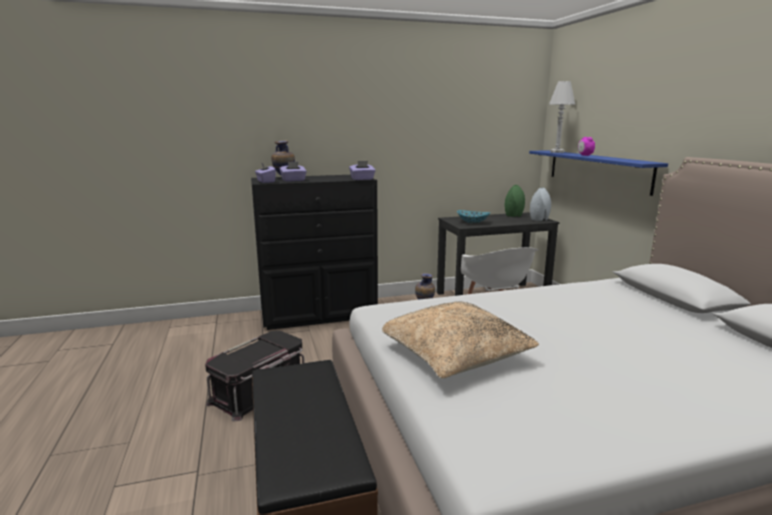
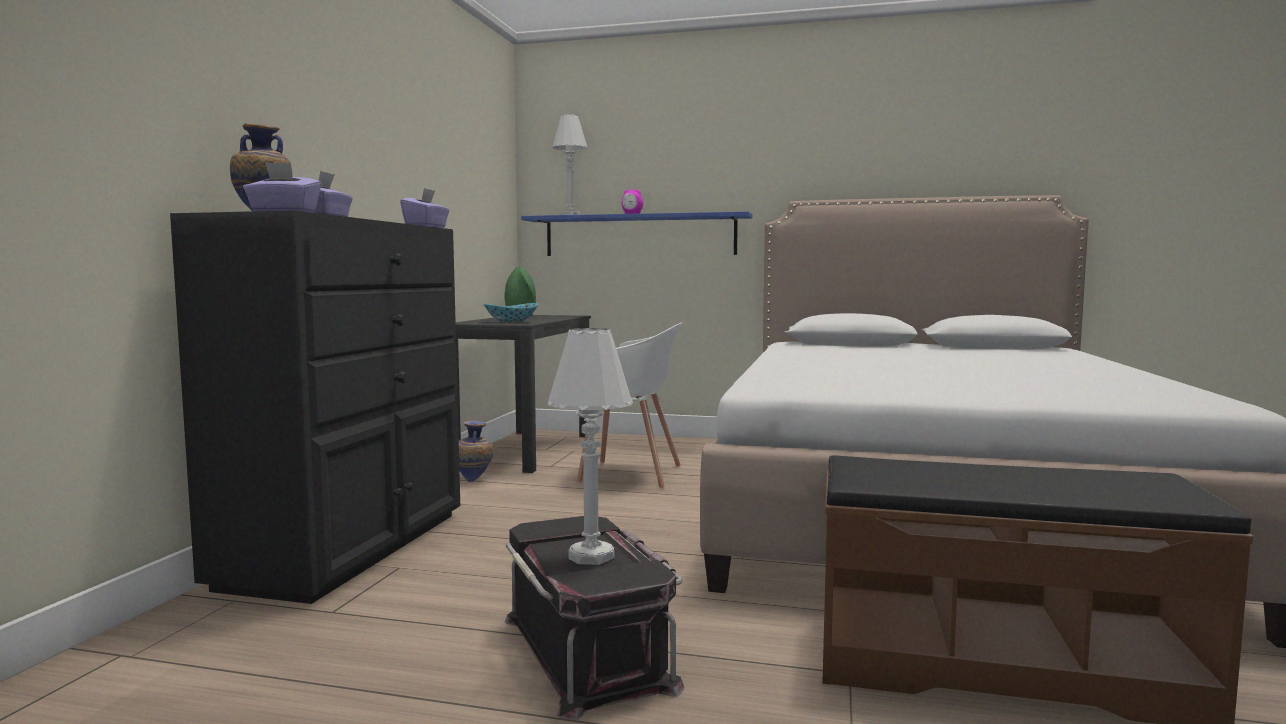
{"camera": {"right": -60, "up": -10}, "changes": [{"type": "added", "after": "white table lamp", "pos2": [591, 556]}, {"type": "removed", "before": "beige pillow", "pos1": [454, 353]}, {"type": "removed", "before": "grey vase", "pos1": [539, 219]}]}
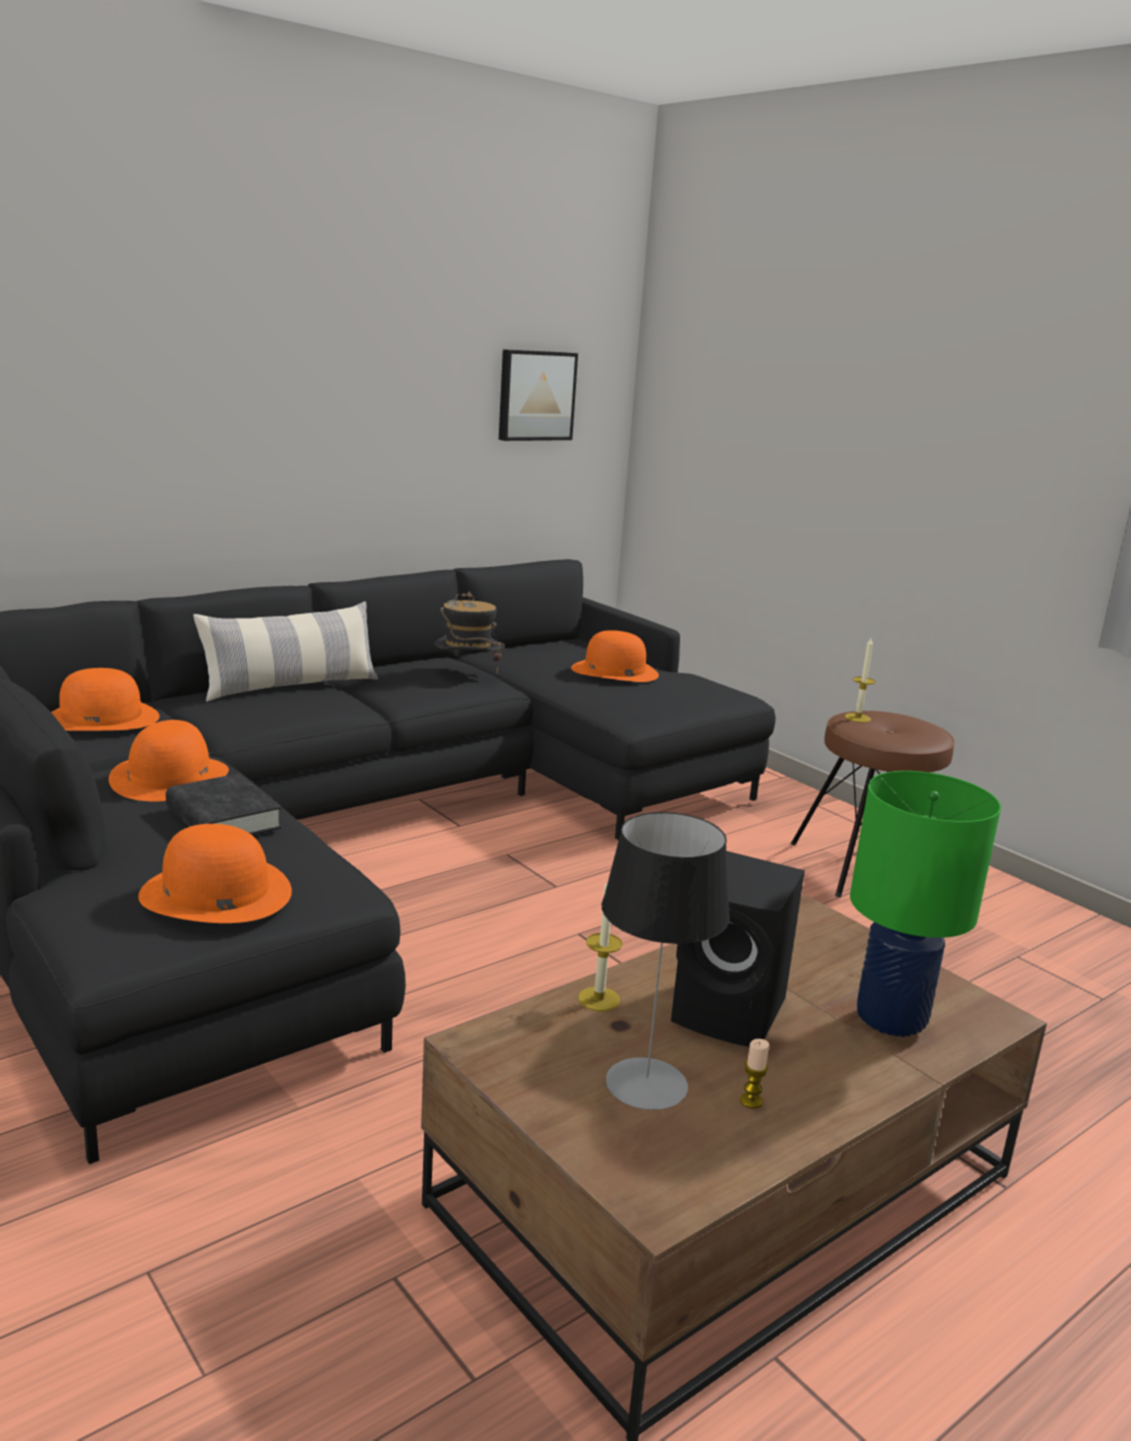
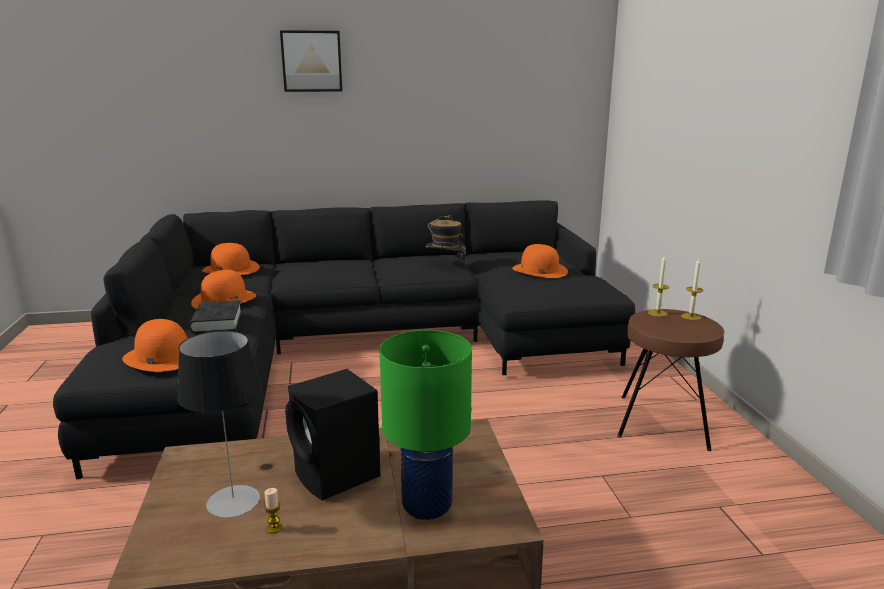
{"camera": {"right": 30, "up": 0}, "changes": [{"type": "moved", "before": "picture", "pos1": [535, 395], "pos2": [311, 61]}, {"type": "moved", "before": "candle", "pos1": [599, 999], "pos2": [691, 316]}, {"type": "removed", "before": "pillow", "pos1": [290, 687]}]}
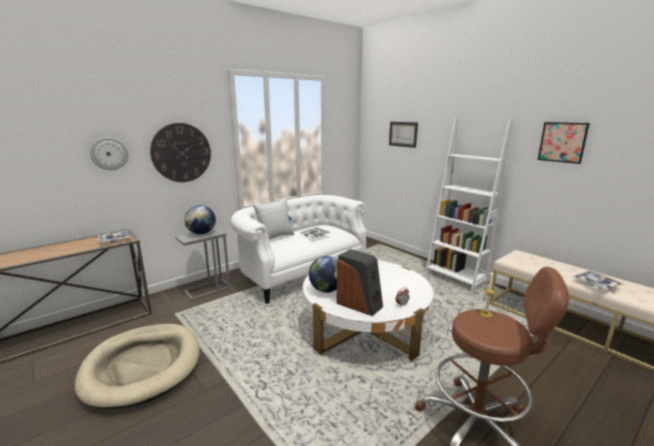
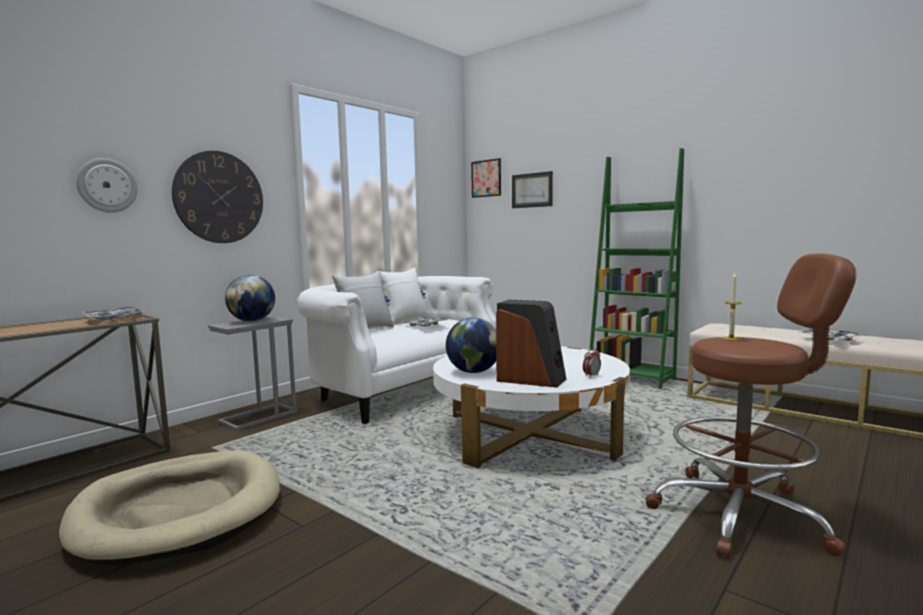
{"camera": {"right": -10, "up": -10}, "changes": [{"type": "added", "after": "white pillow", "pos2": [404, 321]}, {"type": "moved", "before": "picture", "pos1": [562, 142], "pos2": [486, 178]}, {"type": "recoloured", "before": "white bookcase", "after": "green bookcase", "pos1": [455, 277], "pos2": [631, 377]}]}
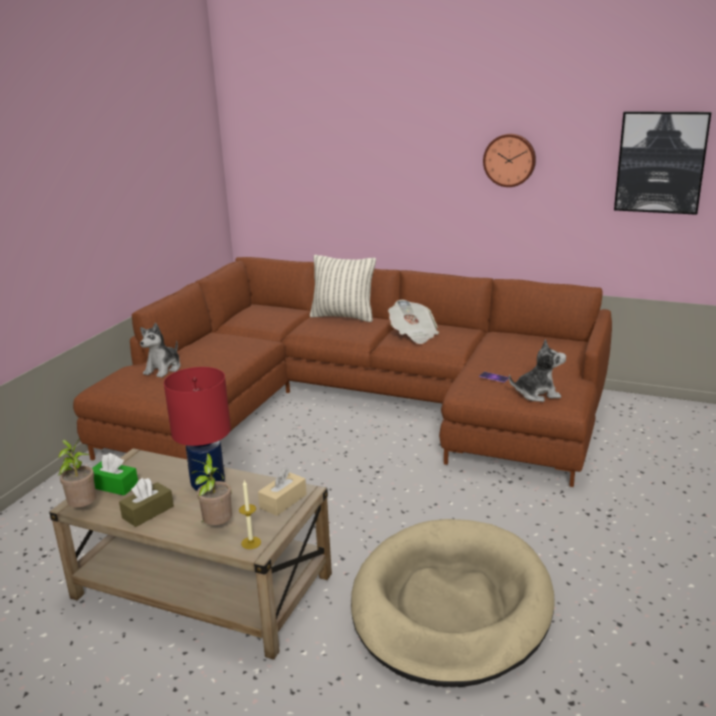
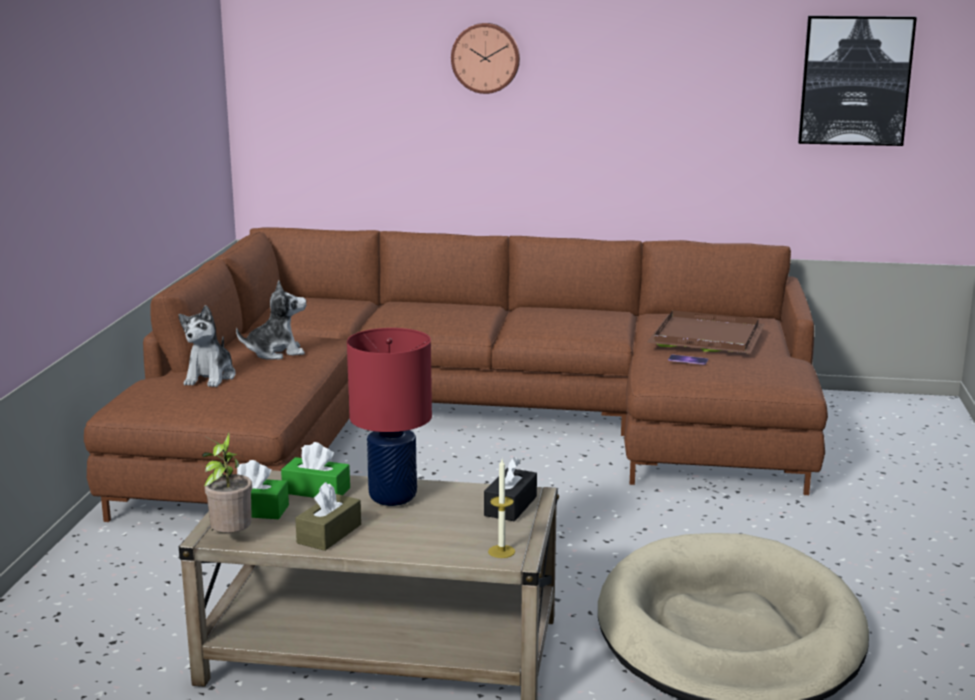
{"camera": {"right": -15, "up": -5}, "changes": [{"type": "moved", "before": "plush toy", "pos1": [537, 394], "pos2": [276, 352]}, {"type": "added", "after": "green tissue box", "pos2": [316, 490]}, {"type": "moved", "before": "wall clock", "pos1": [509, 160], "pos2": [486, 58]}, {"type": "recoloured", "before": "beige tissue box", "after": "black tissue box", "pos1": [283, 501], "pos2": [510, 506]}, {"type": "added", "after": "brown tray", "pos2": [709, 337]}, {"type": "removed", "before": "potted plant", "pos1": [217, 526]}, {"type": "removed", "before": "pillow", "pos1": [343, 316]}, {"type": "removed", "before": "newspaper", "pos1": [413, 334]}]}
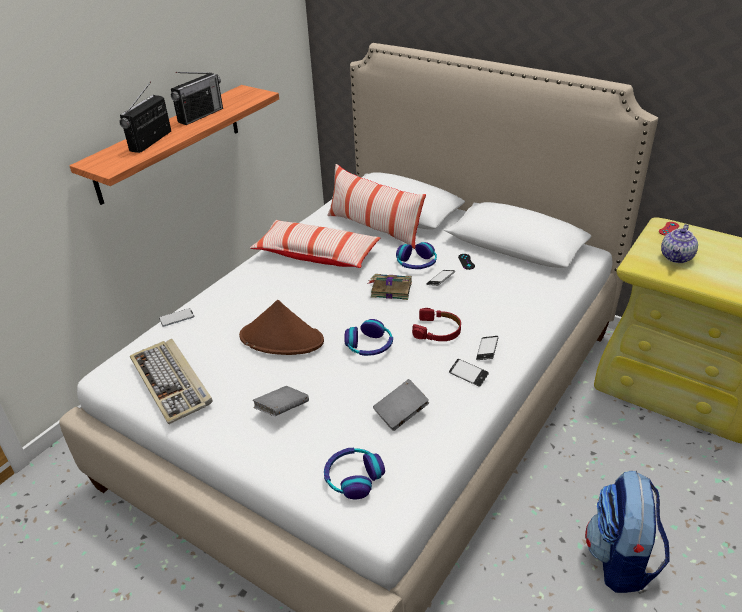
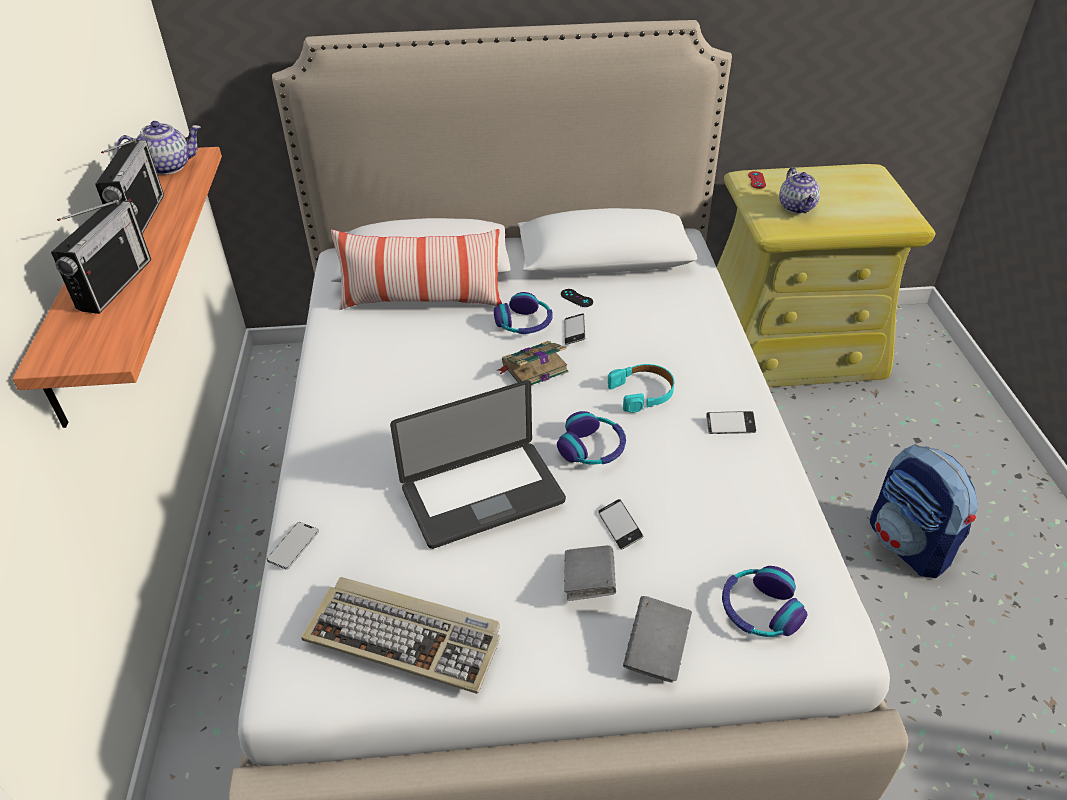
{"camera": {"right": -40, "up": 5}, "changes": [{"type": "turned", "before": "radio", "pos1": [151, 141], "pos2": [115, 284], "turn": -150}, {"type": "added", "after": "teapot", "pos2": [168, 166]}, {"type": "replaced", "before": "brown hat", "after": "laptop", "pos1": [282, 339], "pos2": [483, 495]}, {"type": "moved", "before": "phone", "pos1": [487, 350], "pos2": [620, 527]}, {"type": "recoloured", "before": "red headphones", "after": "turquoise headphones", "pos1": [437, 331], "pos2": [642, 392]}, {"type": "moved", "before": "grey book", "pos1": [401, 414], "pos2": [656, 650]}, {"type": "removed", "before": "pillow", "pos1": [316, 254]}]}
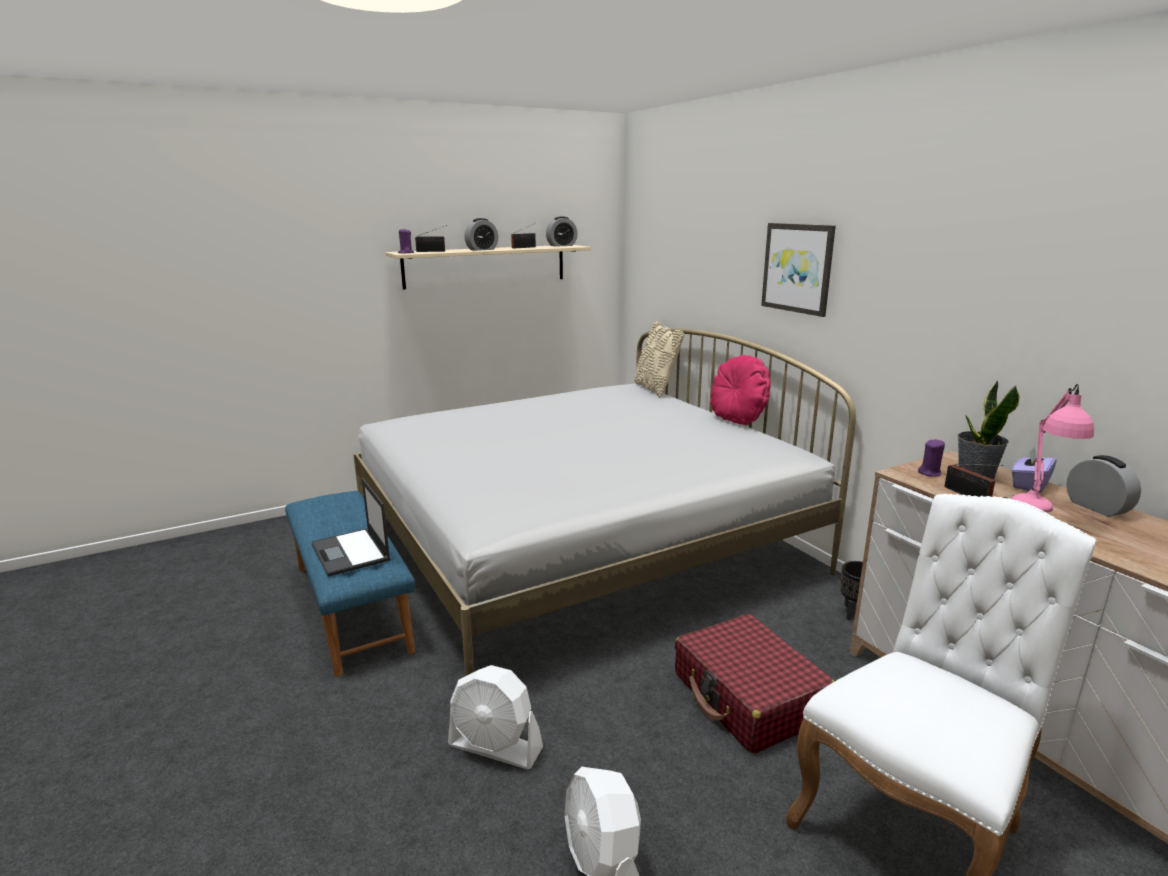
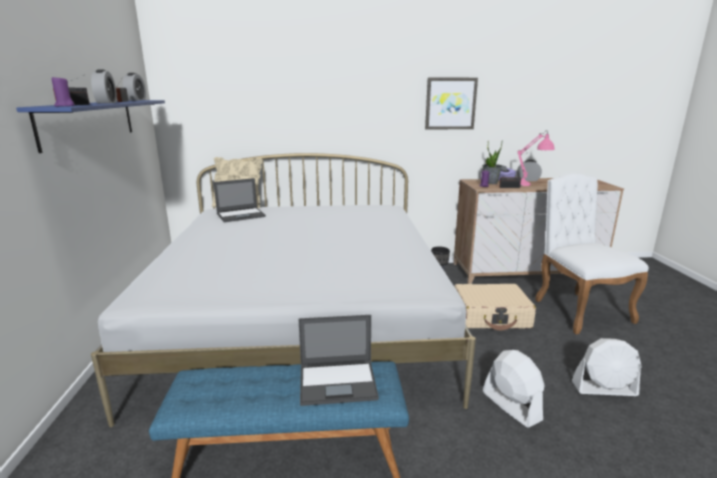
{"camera": {"right": -65, "up": 0}, "changes": [{"type": "recoloured", "before": "beige shelf", "after": "blue shelf", "pos1": [486, 266], "pos2": [90, 122]}, {"type": "added", "after": "laptop", "pos2": [241, 215]}, {"type": "moved", "before": "picture", "pos1": [798, 268], "pos2": [450, 103]}, {"type": "recoloured", "before": "red suitcase", "after": "beige suitcase", "pos1": [748, 697], "pos2": [491, 316]}, {"type": "turned", "before": "white fan", "pos1": [495, 747], "pos2": [511, 405], "turn": -75}, {"type": "removed", "before": "pink pillow", "pos1": [737, 420]}]}
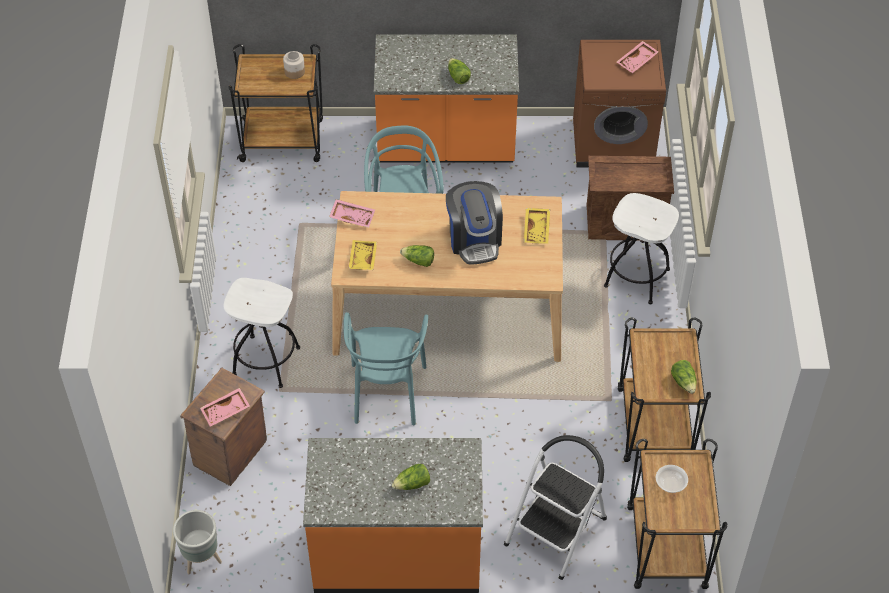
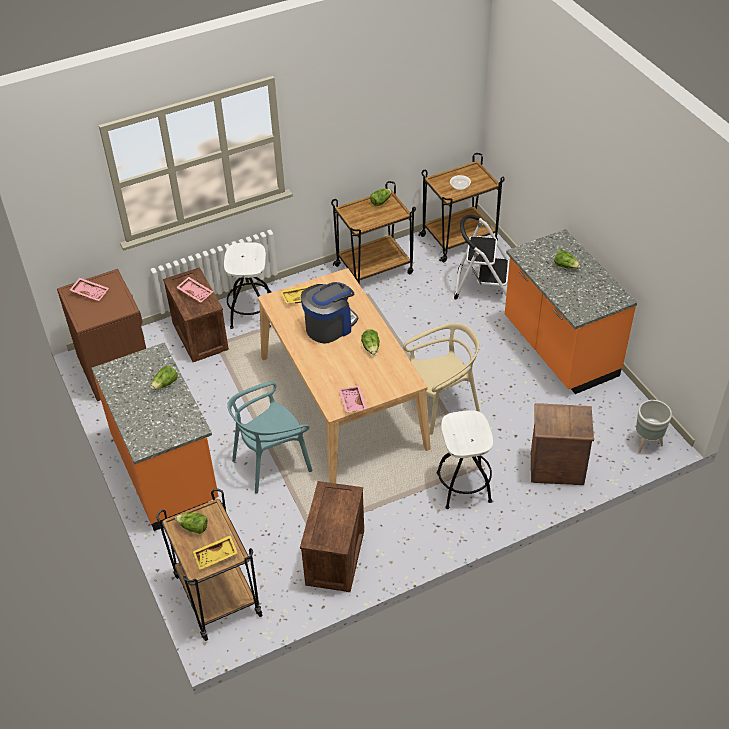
{"camera": {"right": -115, "up": -5}, "changes": [{"type": "replaced", "before": "jar", "after": "lettuce", "pos1": [294, 72], "pos2": [193, 527]}, {"type": "moved", "before": "pink tray", "pos1": [226, 411], "pos2": [195, 292]}, {"type": "moved", "before": "yellow tray", "pos1": [362, 259], "pos2": [216, 556]}, {"type": "added", "after": "crate", "pos2": [334, 557]}, {"type": "recoloured", "before": "turquoise chair", "after": "beige chair", "pos1": [387, 393], "pos2": [441, 405]}]}
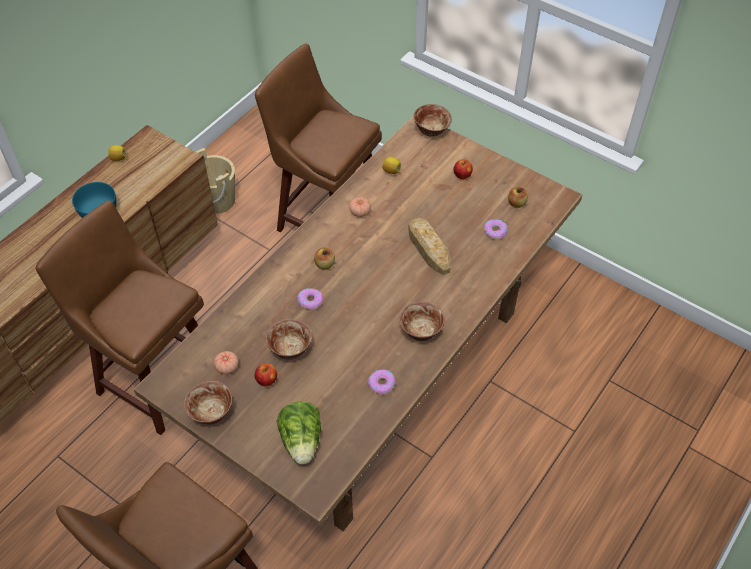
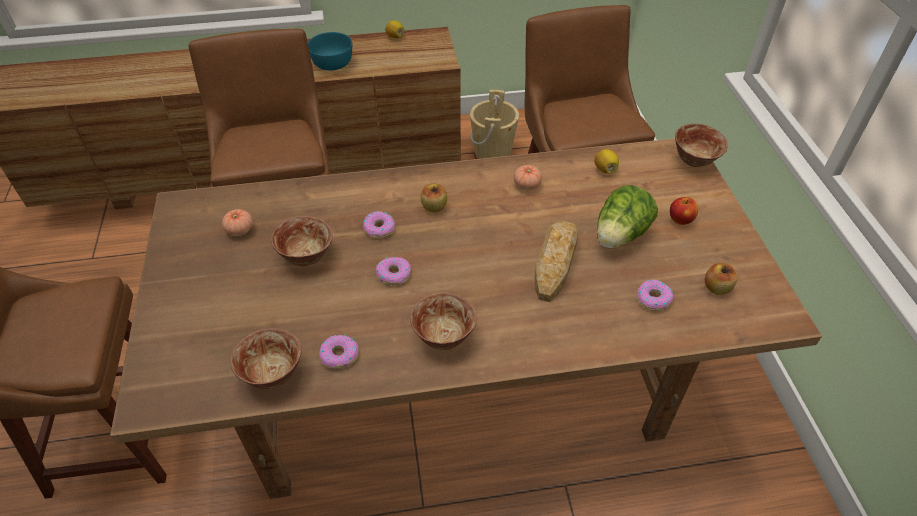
{"camera": {"right": 45, "up": -5}, "changes": [{"type": "moved", "before": "bowl", "pos1": [211, 413], "pos2": [272, 374]}, {"type": "added", "after": "donut", "pos2": [393, 274]}, {"type": "moved", "before": "lettuce", "pos1": [302, 441], "pos2": [620, 235]}, {"type": "removed", "before": "apple", "pos1": [267, 380]}]}
